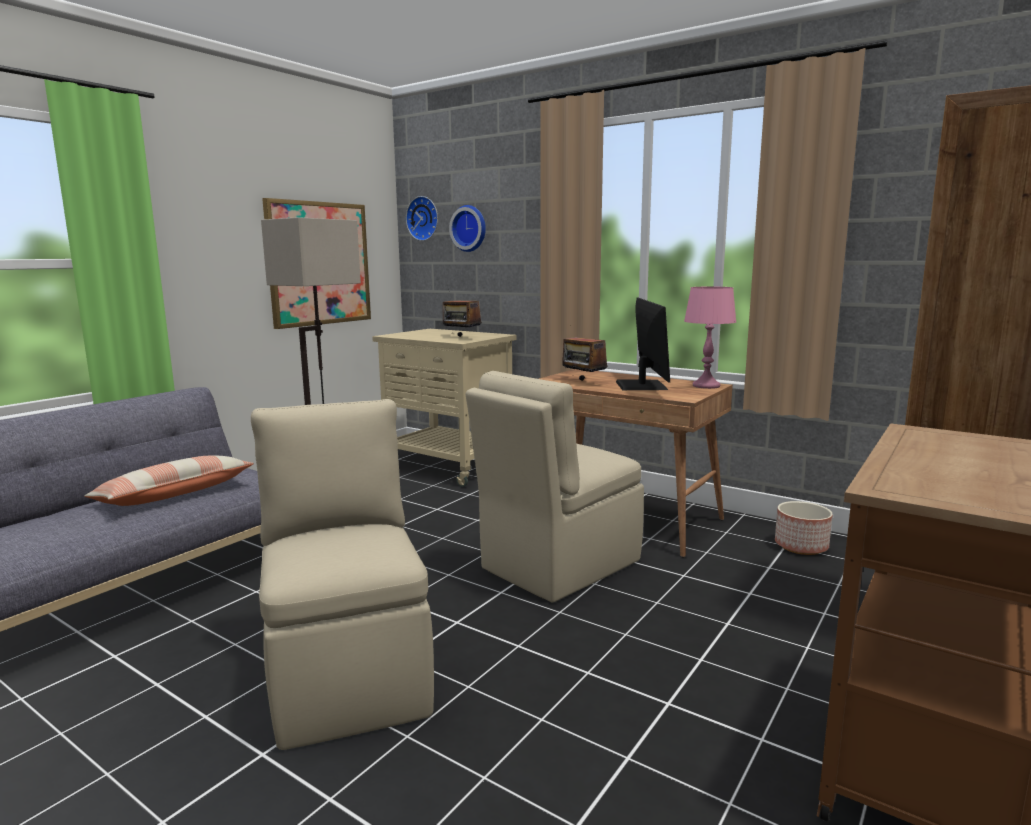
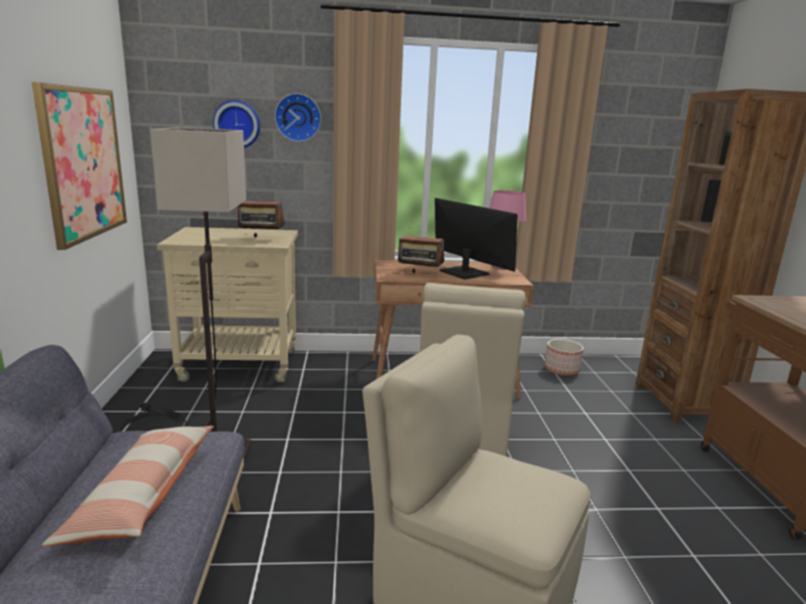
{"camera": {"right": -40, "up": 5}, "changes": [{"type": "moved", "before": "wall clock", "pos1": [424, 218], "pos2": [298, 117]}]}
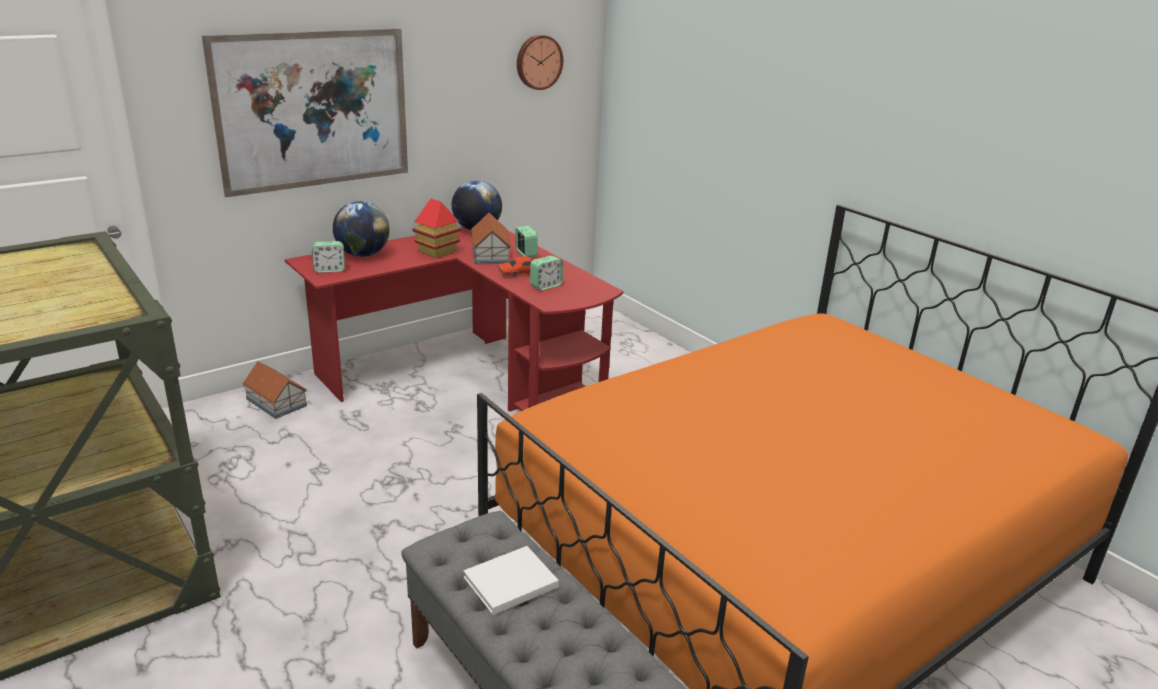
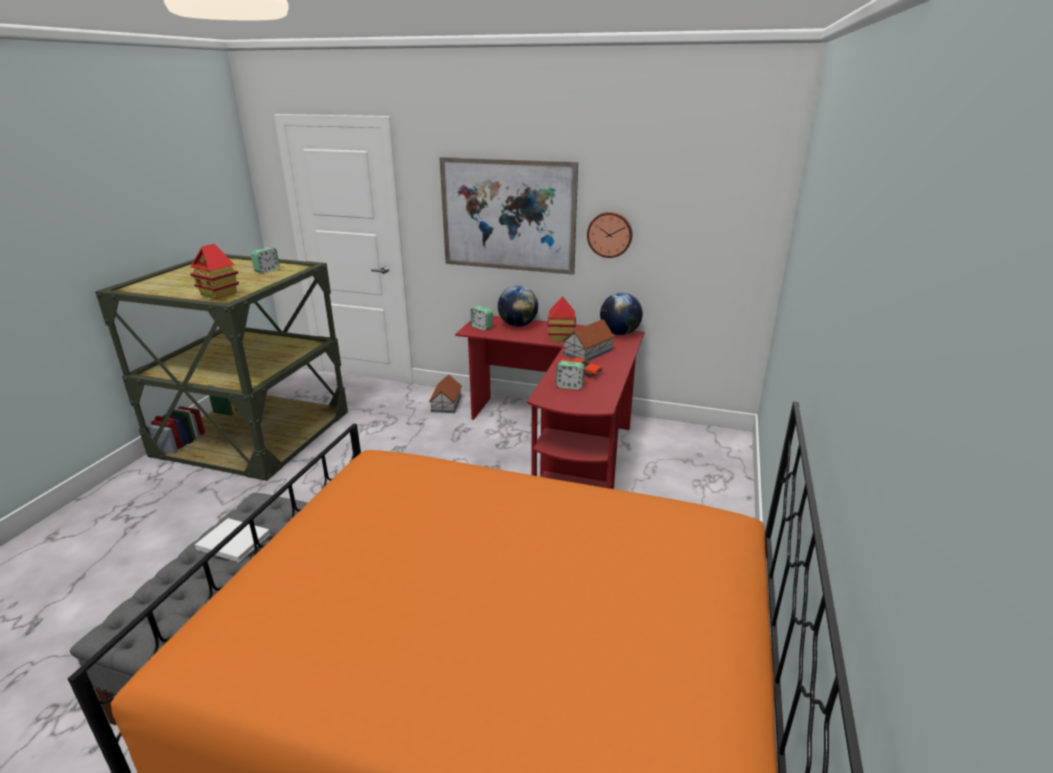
{"camera": {"right": 55, "up": 0}, "changes": [{"type": "added", "after": "toy house", "pos2": [219, 294]}, {"type": "moved", "before": "alarm clock", "pos1": [526, 254], "pos2": [267, 270]}, {"type": "moved", "before": "wall clock", "pos1": [538, 62], "pos2": [610, 234]}]}
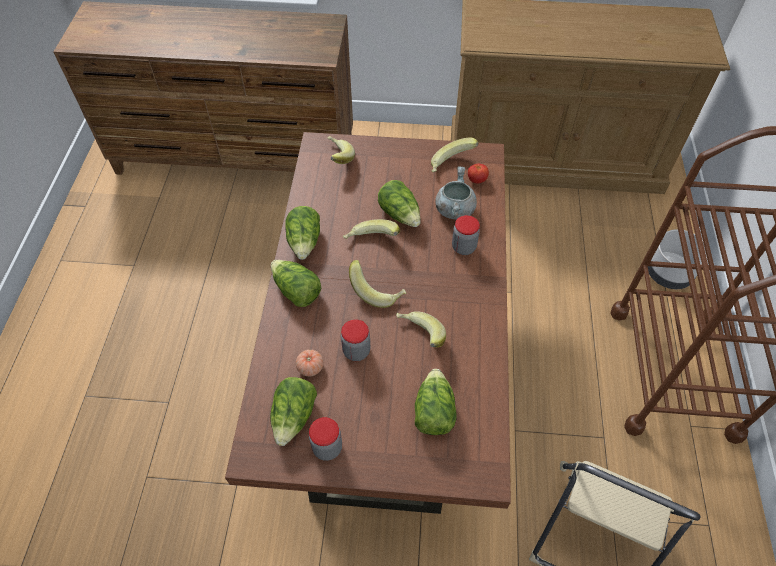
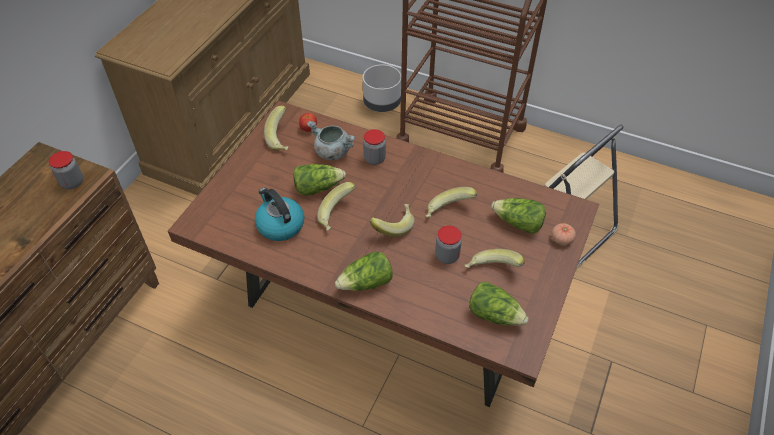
{"camera": {"right": -70, "up": -5}, "changes": [{"type": "moved", "before": "jar", "pos1": [327, 448], "pos2": [72, 182]}, {"type": "added", "after": "kettle", "pos2": [280, 225]}, {"type": "moved", "before": "banana", "pos1": [336, 158], "pos2": [492, 271]}, {"type": "moved", "before": "tomato", "pos1": [310, 367], "pos2": [562, 239]}, {"type": "removed", "before": "lettuce", "pos1": [305, 242]}]}
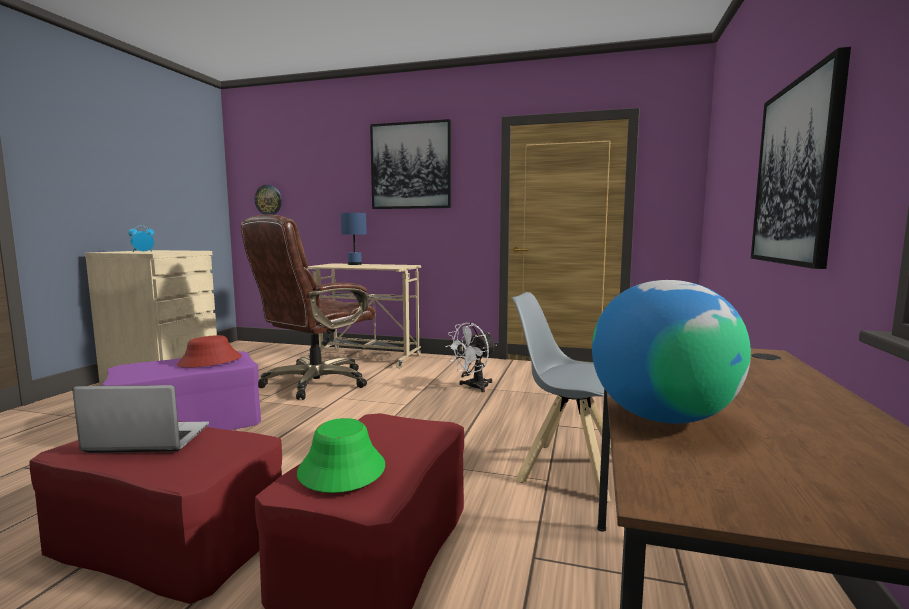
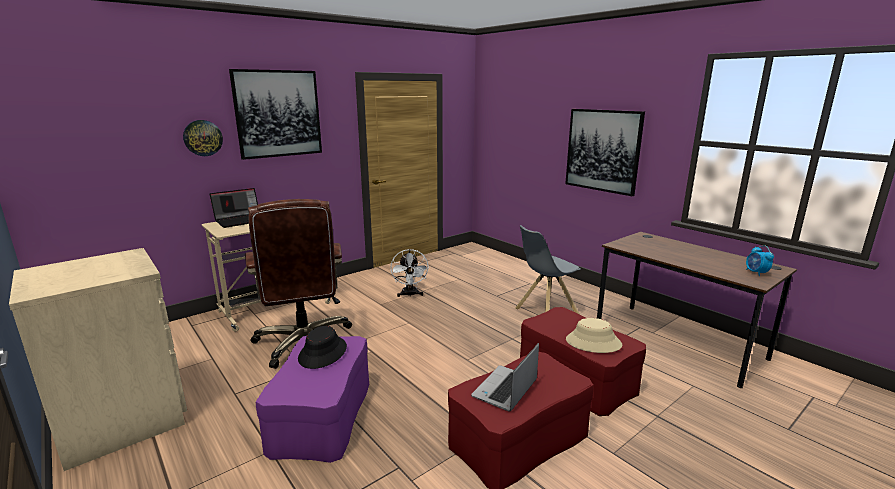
{"camera": {"right": -55, "up": 10}, "changes": [{"type": "moved", "before": "wall clock", "pos1": [268, 200], "pos2": [203, 138]}, {"type": "replaced", "before": "blue table lamp", "after": "laptop", "pos1": [355, 264], "pos2": [241, 220]}, {"type": "recoloured", "before": "red hat", "after": "black hat", "pos1": [210, 361], "pos2": [323, 353]}, {"type": "recoloured", "before": "green hat", "after": "beige hat", "pos1": [341, 469], "pos2": [593, 342]}, {"type": "moved", "before": "alarm clock", "pos1": [142, 251], "pos2": [756, 273]}, {"type": "removed", "before": "globe", "pos1": [662, 417]}]}
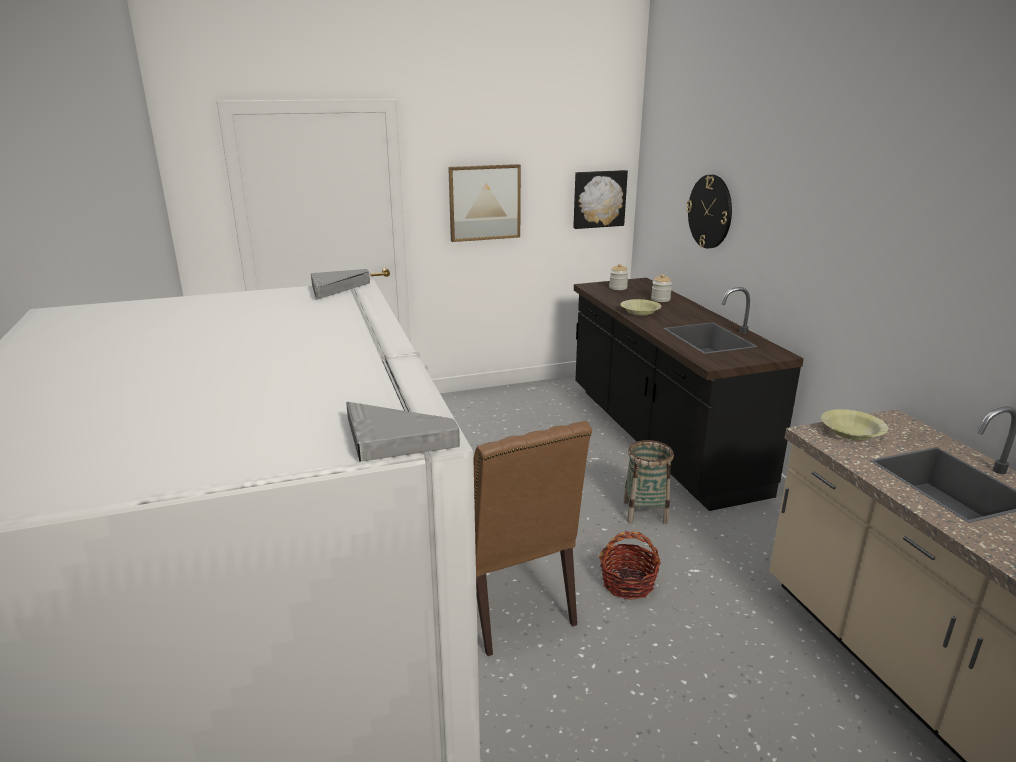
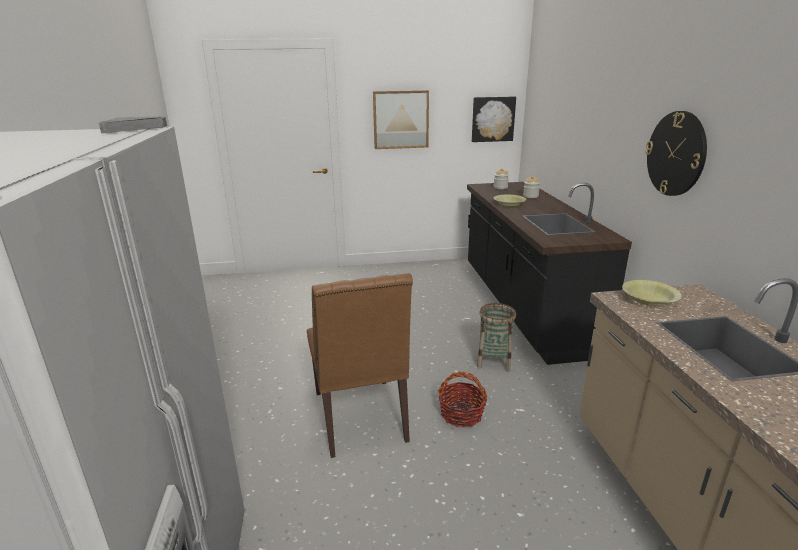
{"camera": {"right": 10, "up": 0}, "changes": [{"type": "moved", "before": "wall clock", "pos1": [710, 211], "pos2": [676, 154]}]}
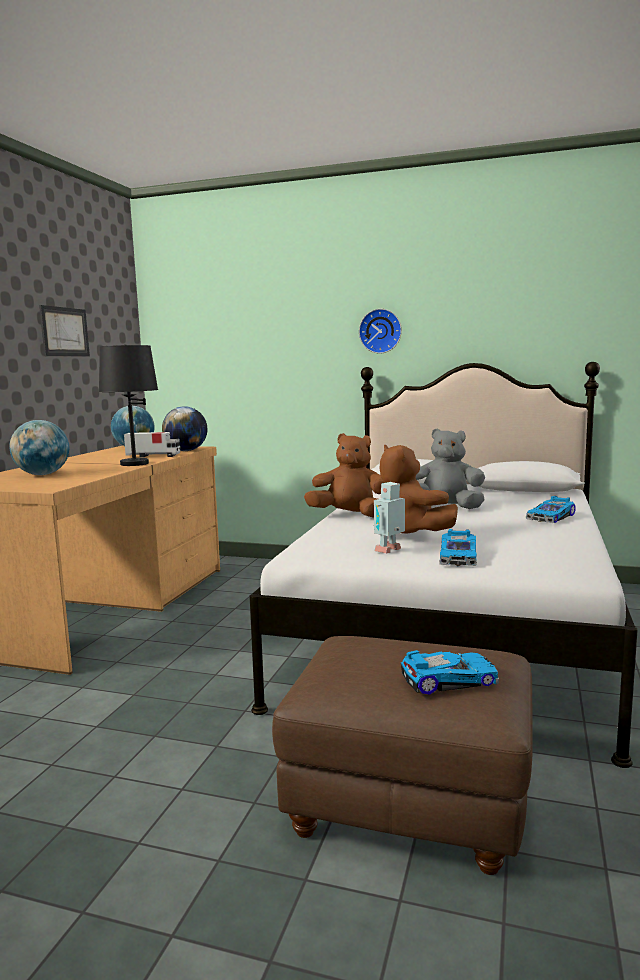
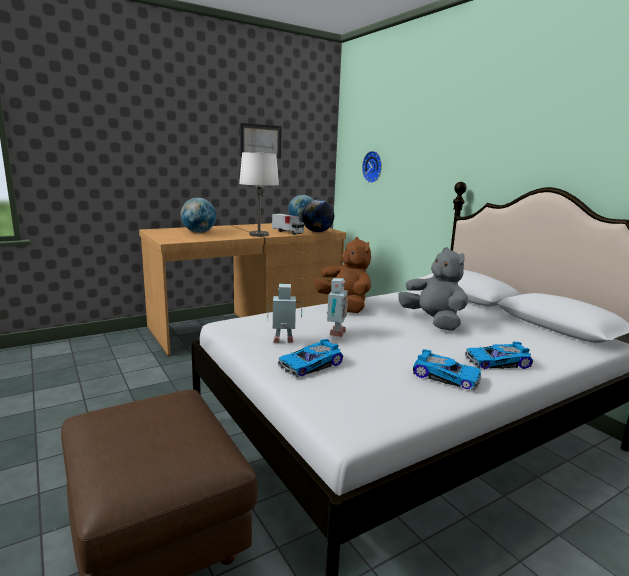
{"camera": {"right": 40, "up": 5}, "changes": [{"type": "recoloured", "before": "black table lamp", "after": "white table lamp", "pos1": [134, 464], "pos2": [258, 235]}, {"type": "replaced", "before": "brown plush toy", "after": "toy robot", "pos1": [411, 533], "pos2": [335, 333]}, {"type": "moved", "before": "wall clock", "pos1": [380, 331], "pos2": [373, 167]}, {"type": "moved", "before": "toy car", "pos1": [448, 678], "pos2": [446, 376]}]}
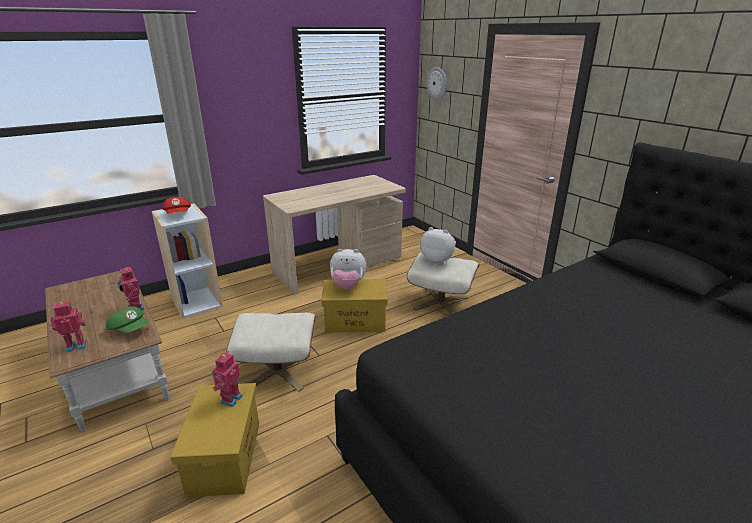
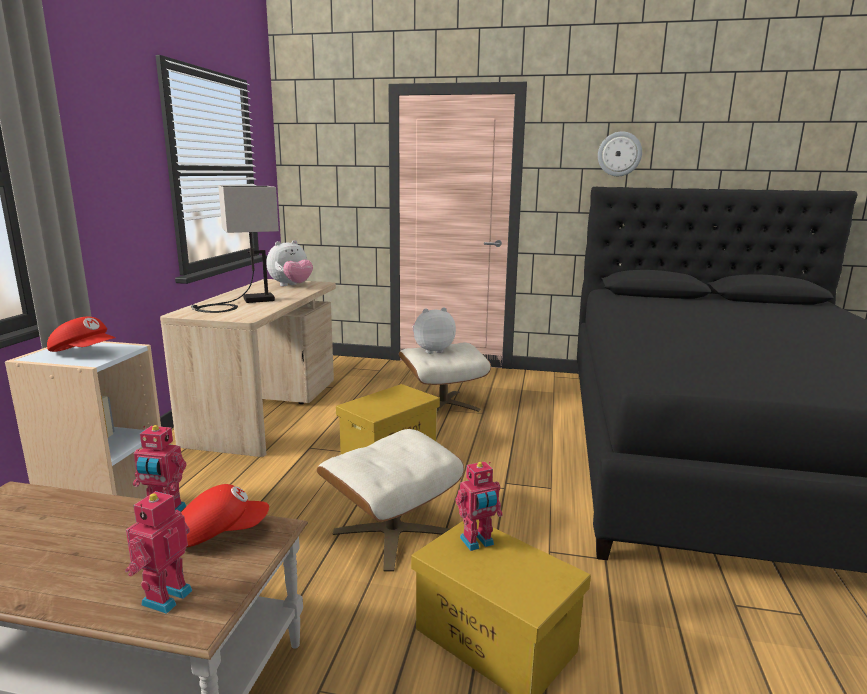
{"camera": {"right": -45, "up": -10}, "changes": [{"type": "recoloured", "before": "green cap", "after": "red cap", "pos1": [130, 329], "pos2": [220, 533]}, {"type": "added", "after": "table lamp", "pos2": [240, 303]}, {"type": "moved", "before": "plush toy", "pos1": [348, 286], "pos2": [291, 286]}, {"type": "turned", "before": "toy robot", "pos1": [230, 399], "pos2": [477, 542], "turn": -90}, {"type": "moved", "before": "wall clock", "pos1": [437, 83], "pos2": [619, 154]}]}
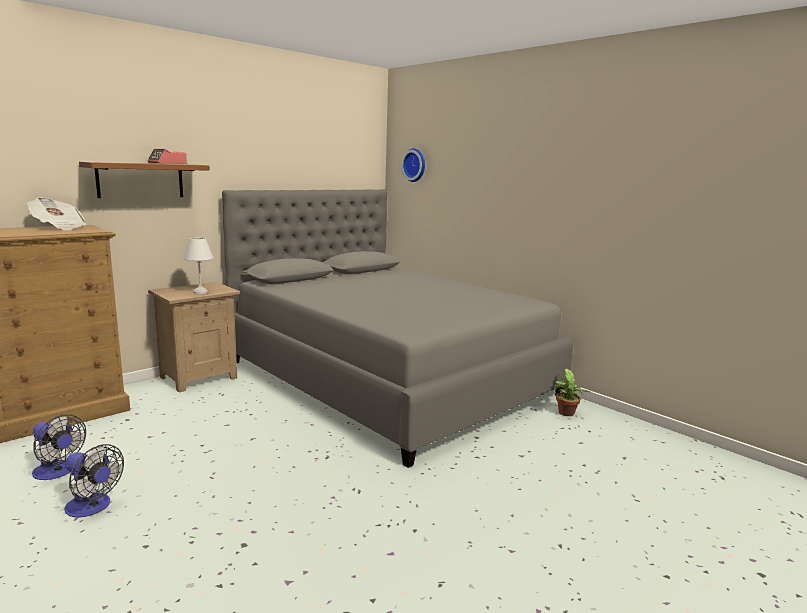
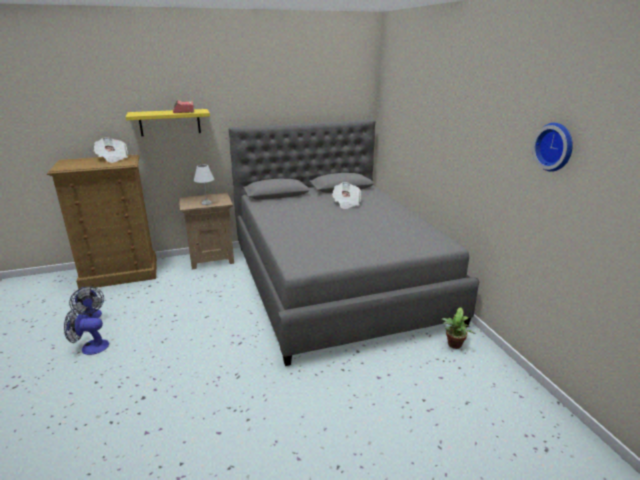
{"camera": {"right": 25, "up": 10}, "changes": [{"type": "turned", "before": "fan", "pos1": [92, 507], "pos2": [90, 347], "turn": 120}, {"type": "recoloured", "before": "brown shelf", "after": "yellow shelf", "pos1": [140, 180], "pos2": [170, 122]}, {"type": "added", "after": "newspaper", "pos2": [346, 203]}, {"type": "moved", "before": "wall clock", "pos1": [415, 165], "pos2": [555, 147]}]}
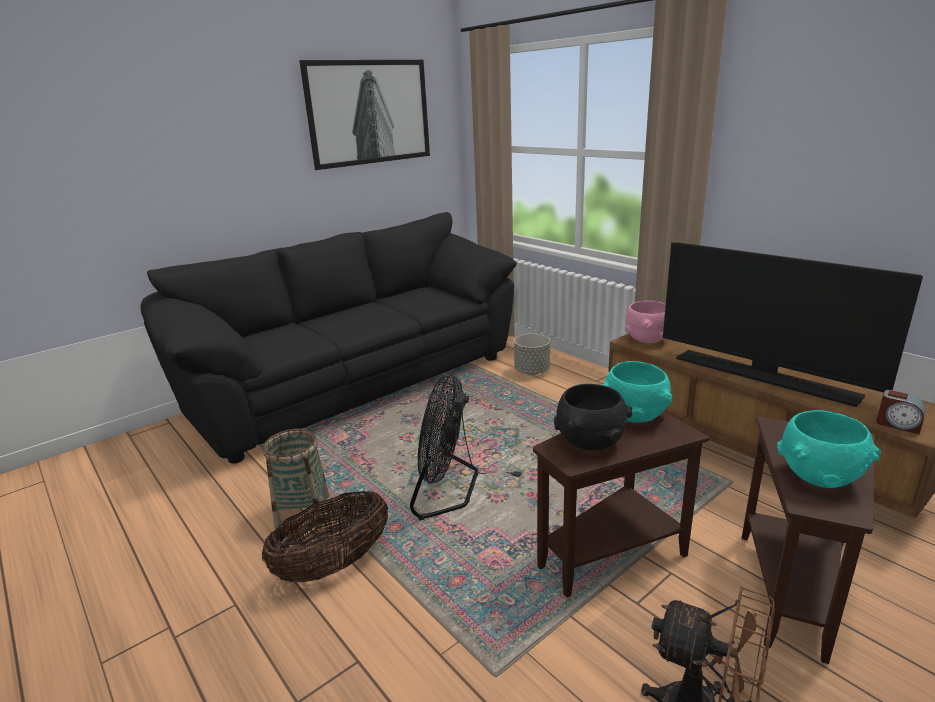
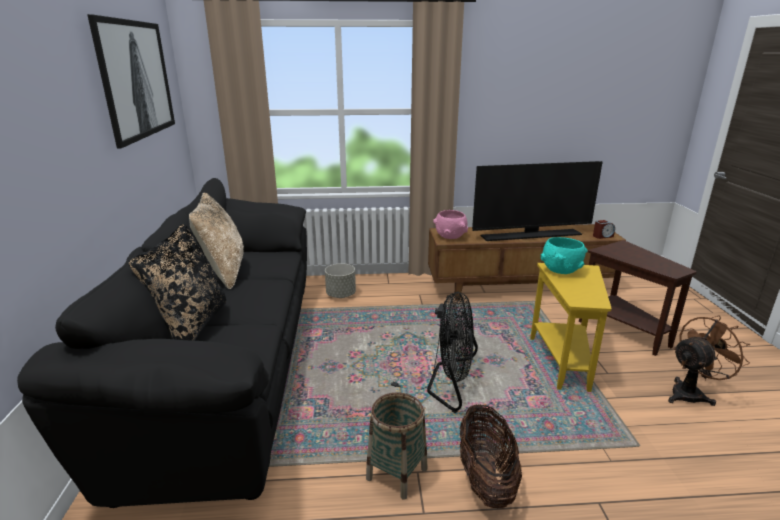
{"camera": {"right": -55, "up": 0}, "changes": [{"type": "added", "after": "black pillow", "pos2": [193, 327]}, {"type": "added", "after": "beige pillow", "pos2": [224, 273]}, {"type": "turned", "before": "black fan", "pos1": [457, 485], "pos2": [444, 383], "turn": -120}, {"type": "recoloured", "before": "brown side table", "after": "yellow side table", "pos1": [612, 553], "pos2": [563, 361]}, {"type": "removed", "before": "black bowl", "pos1": [591, 442]}, {"type": "removed", "before": "turquoise bowl", "pos1": [818, 477]}]}
